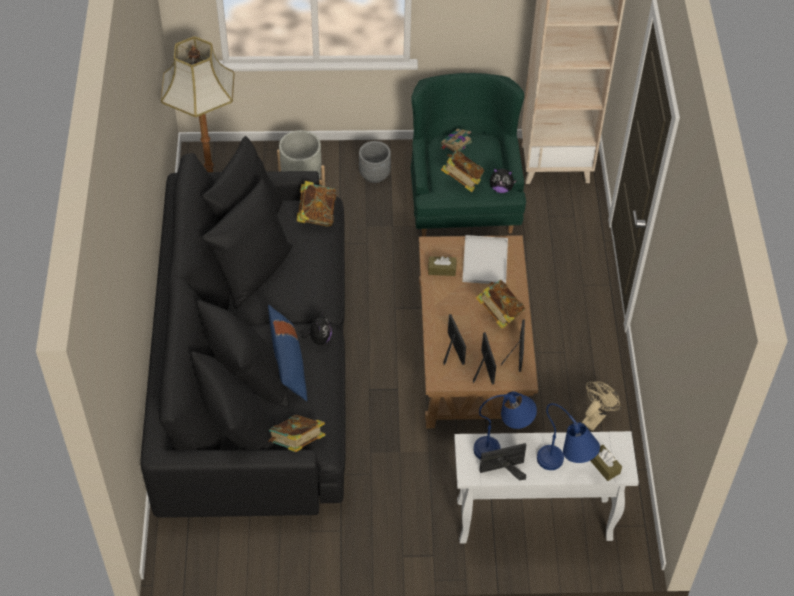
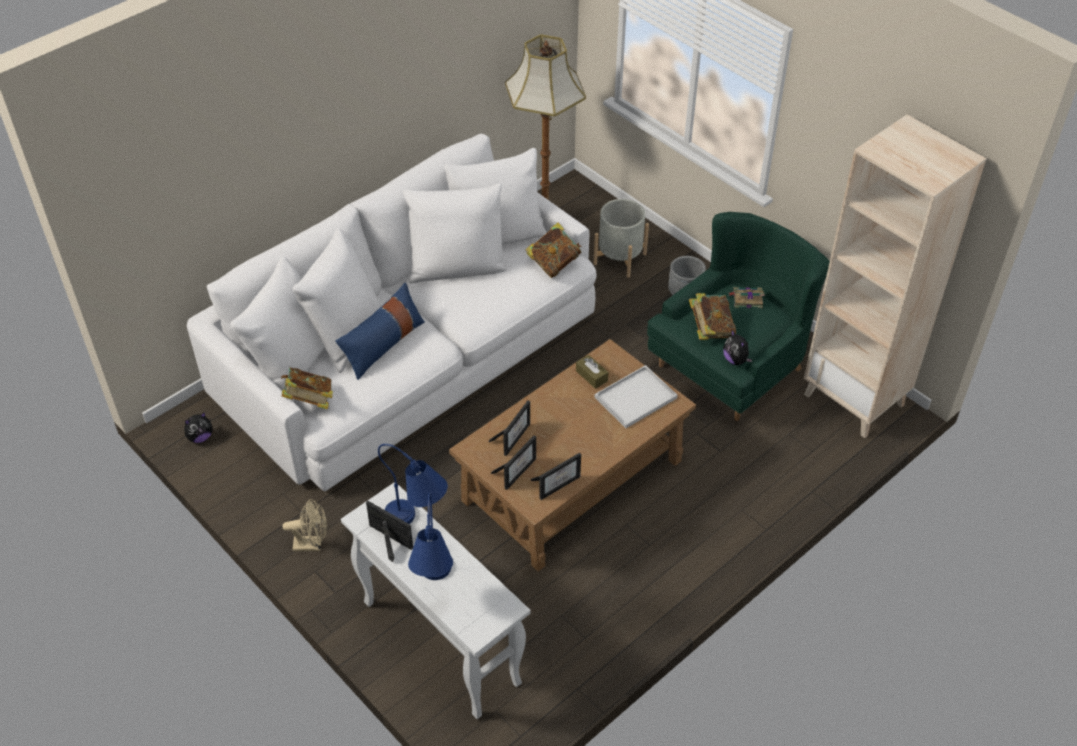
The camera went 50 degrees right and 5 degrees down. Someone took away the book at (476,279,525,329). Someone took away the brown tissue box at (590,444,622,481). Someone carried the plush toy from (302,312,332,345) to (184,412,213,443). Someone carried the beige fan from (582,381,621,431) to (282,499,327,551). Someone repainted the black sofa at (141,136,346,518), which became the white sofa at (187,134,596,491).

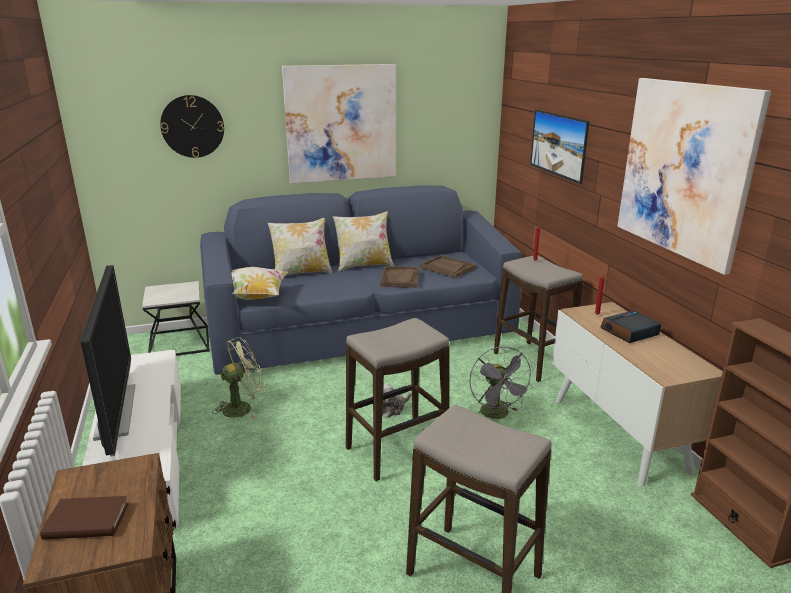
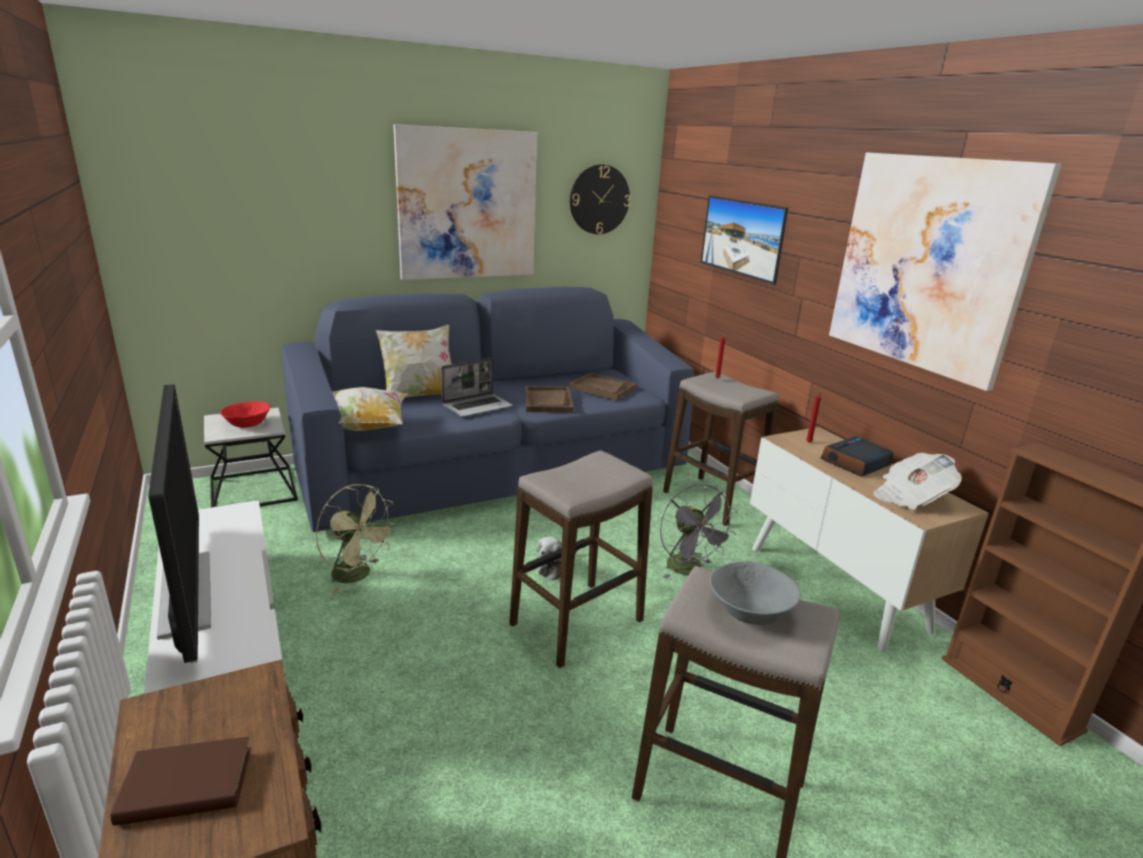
The camera went 10 degrees left and 0 degrees up. Someone took away the pillow at (333,211,393,271). Someone put down the red bowl at (220,401,270,428). Someone put down the laptop at (441,358,513,417). Someone put down the grey bowl at (710,561,801,625). Someone put down the newspaper at (873,453,962,510). Someone carried the wall clock from (160,95,224,158) to (570,164,630,234). Someone rotated the green fan at (212,337,265,419) by 75 degrees clockwise.

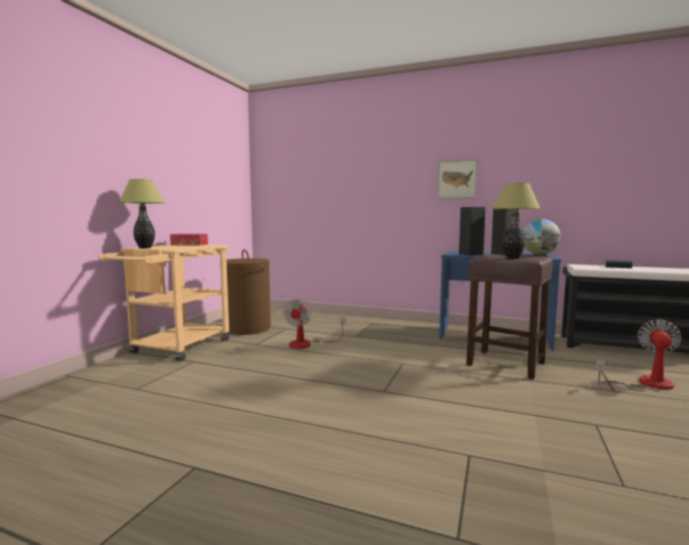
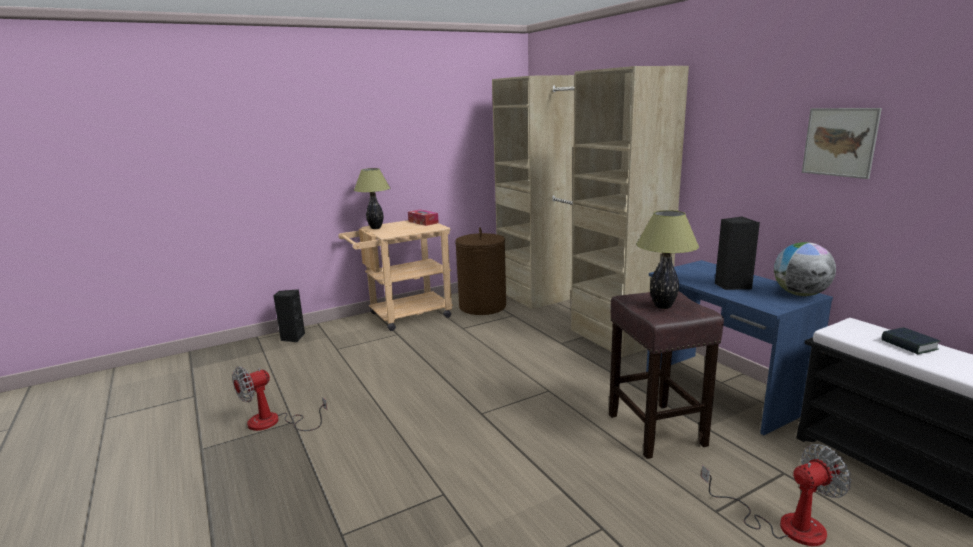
The camera went 40 degrees right and 10 degrees up. Someone put down the beige wardrobe at (492,66,689,357). Someone carried the fan from (283,299,345,349) to (232,366,327,431). Someone carried the picture from (437,159,478,199) to (802,108,882,179). Someone carried the black speaker from (459,207,485,255) to (273,289,305,342).

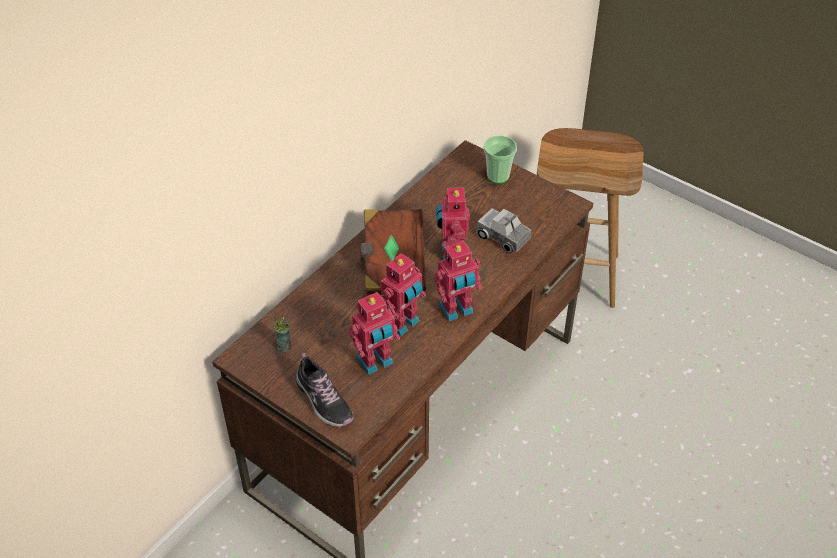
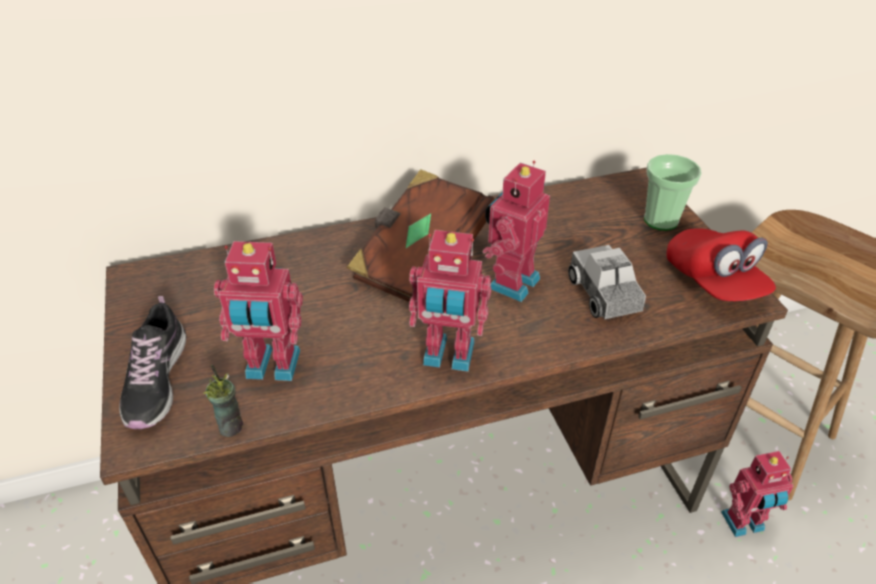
The camera went 35 degrees right and 5 degrees down. Someone put down the red cap at (666,228,776,301). Someone carried the cup from (274,315,291,352) to (203,365,243,437). Someone carried the toy robot from (380,253,426,336) to (721,451,794,537).

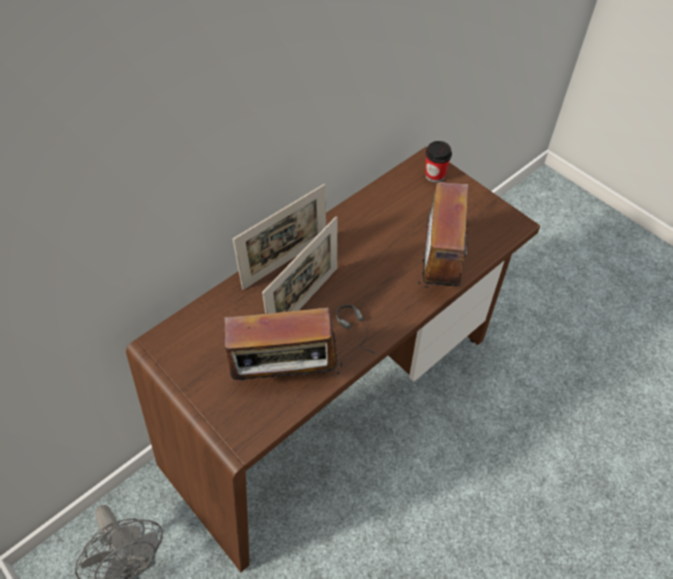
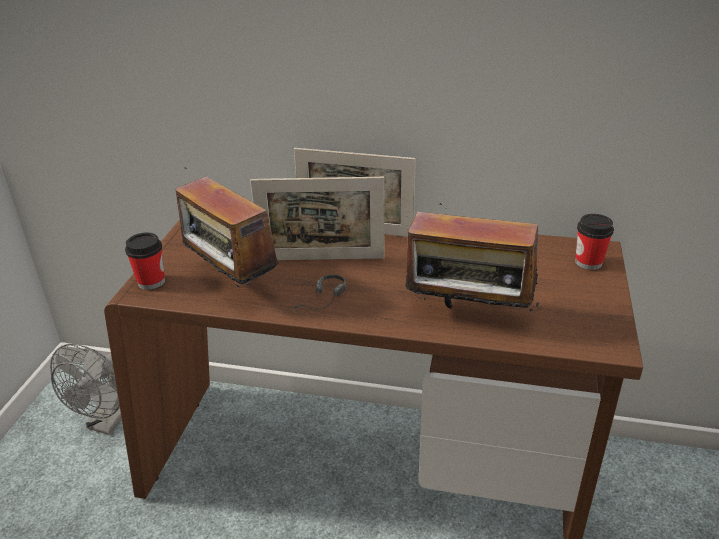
The camera went 55 degrees right and 20 degrees down. Someone put down the cup at (125,233,165,290). Someone rotated the radio at (418,179,478,288) by 135 degrees counterclockwise.

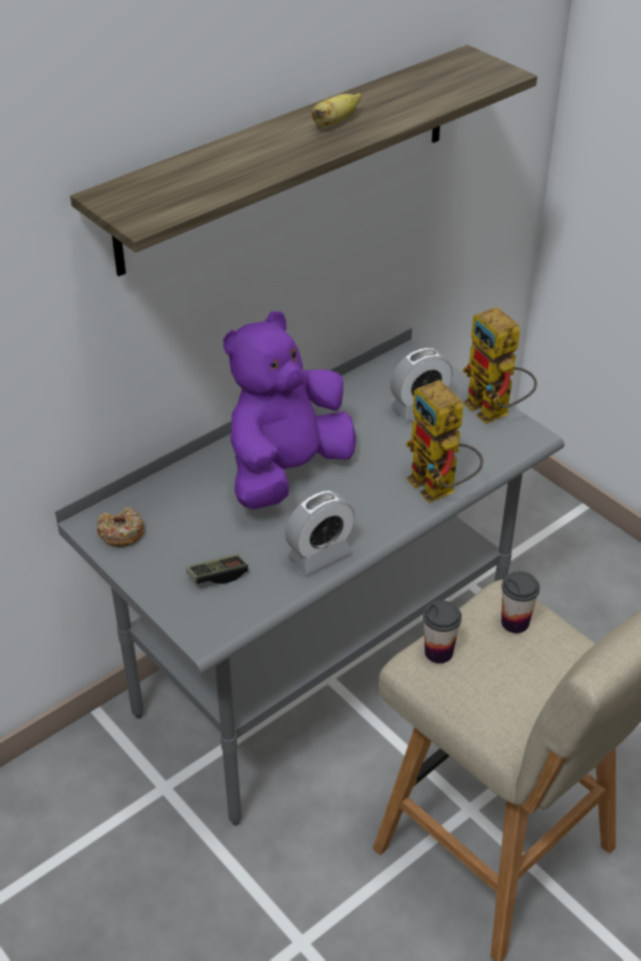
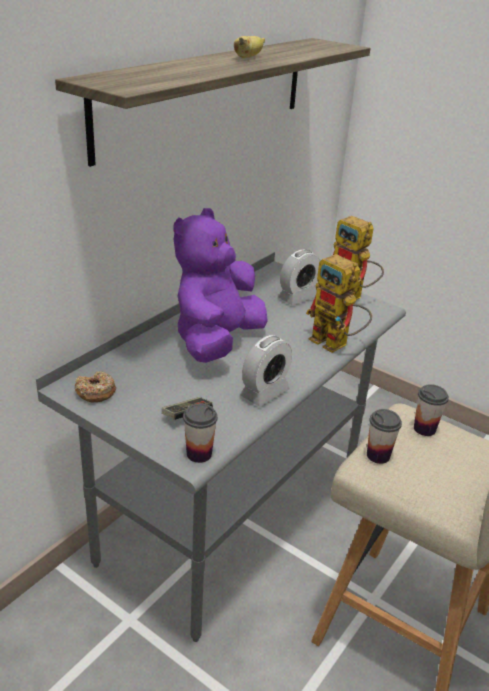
The camera went 15 degrees left and 10 degrees down. Someone put down the cup at (183,404,218,463).

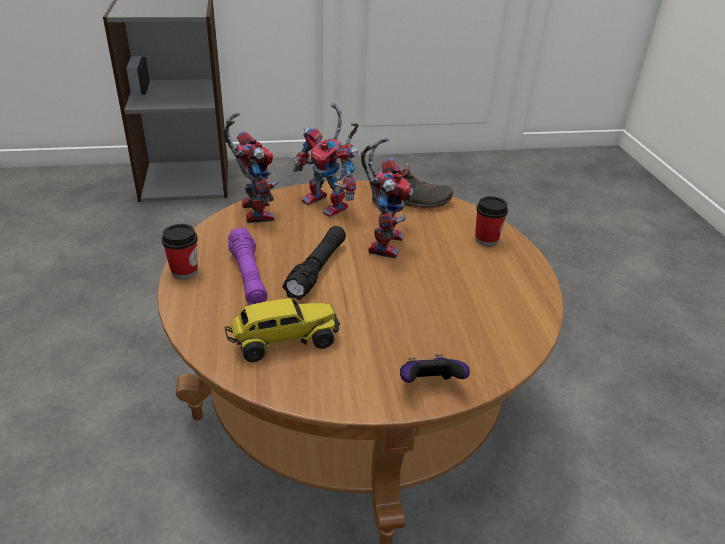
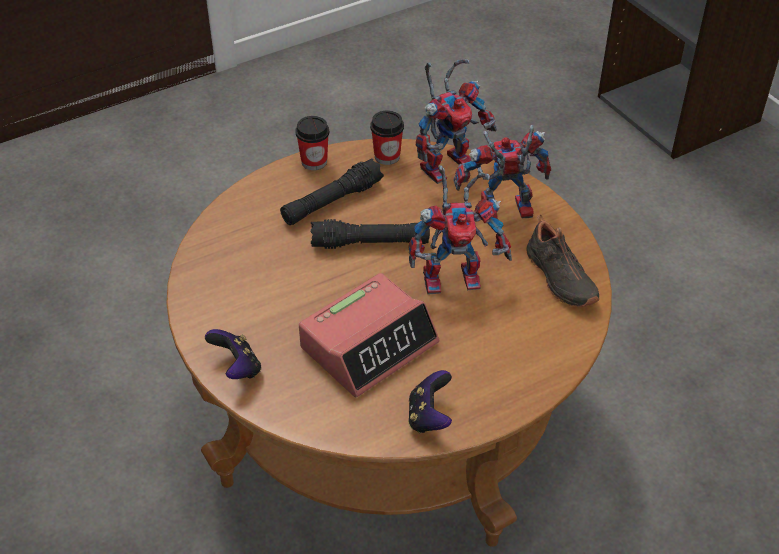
The camera went 70 degrees right and 10 degrees up. Someone took away the toy truck at (225,298,340,362). Someone put down the alarm clock at (299,273,439,397). Someone put down the game controller at (408,370,452,433). Someone carried the cup from (475,196,508,246) to (370,110,404,165). Someone repainted the purple flashlight at (228,227,267,305), which became the black flashlight at (280,158,384,225). Someone rotated the toy robot at (293,103,359,217) by 60 degrees clockwise.

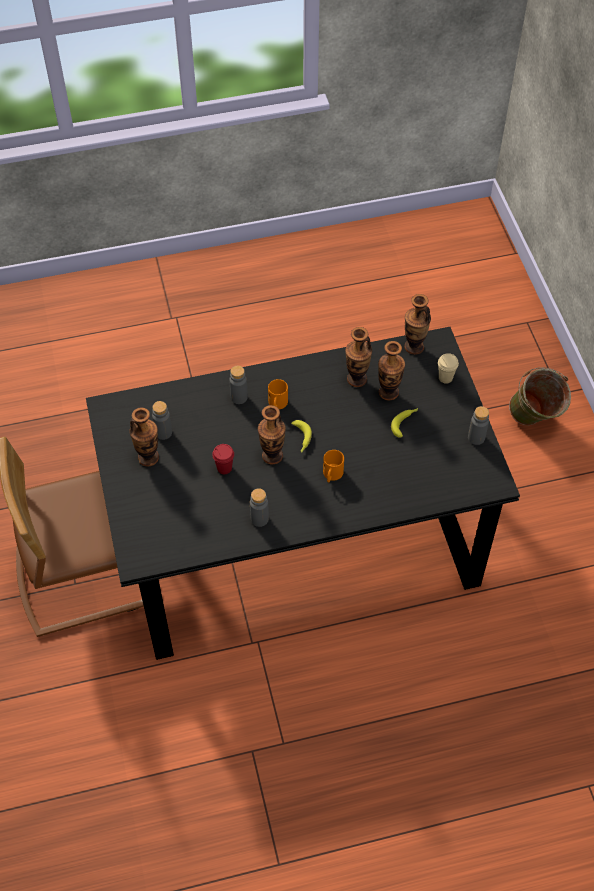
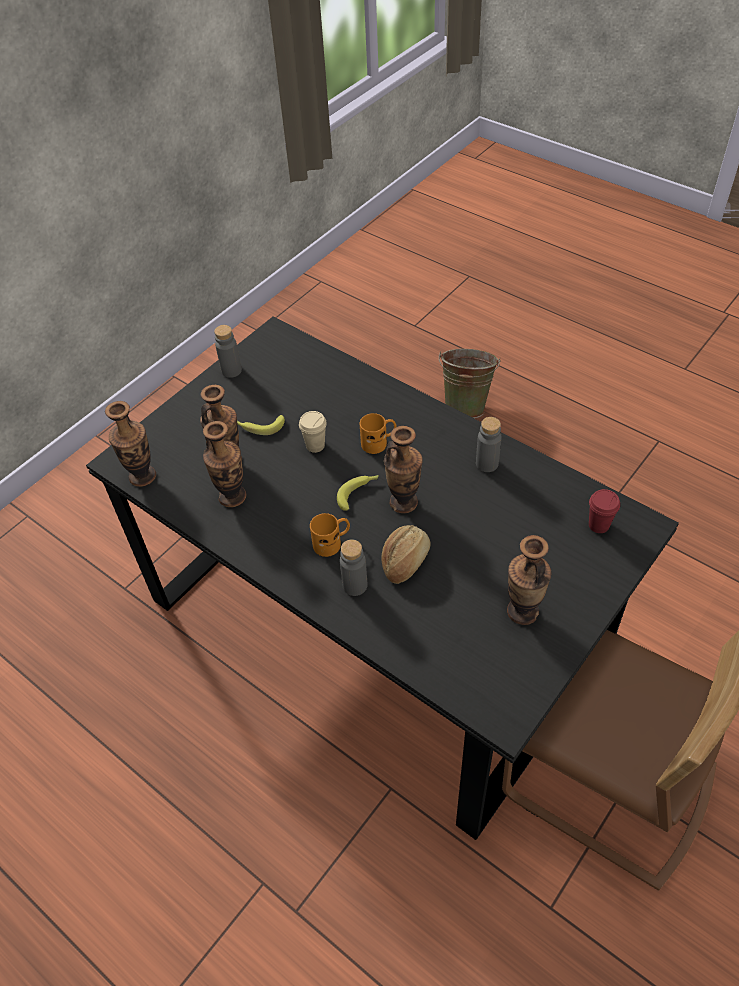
The camera went 125 degrees left and 5 degrees down. Someone took away the grey bottle at (152,401,172,440). Someone put down the bread at (381,525,430,584). Someone carried the red cup from (212,444,234,474) to (589,489,620,533). Someone carried the beige cup from (438,353,459,384) to (299,411,327,453). Someone carried the green bucket from (509,367,571,425) to (439,349,500,418).

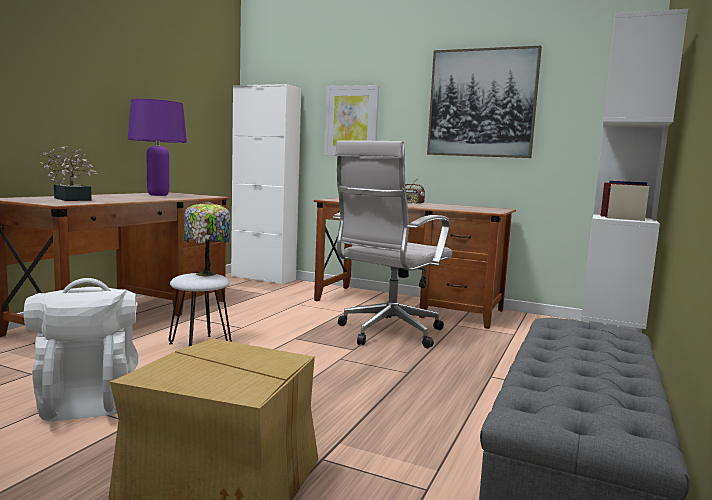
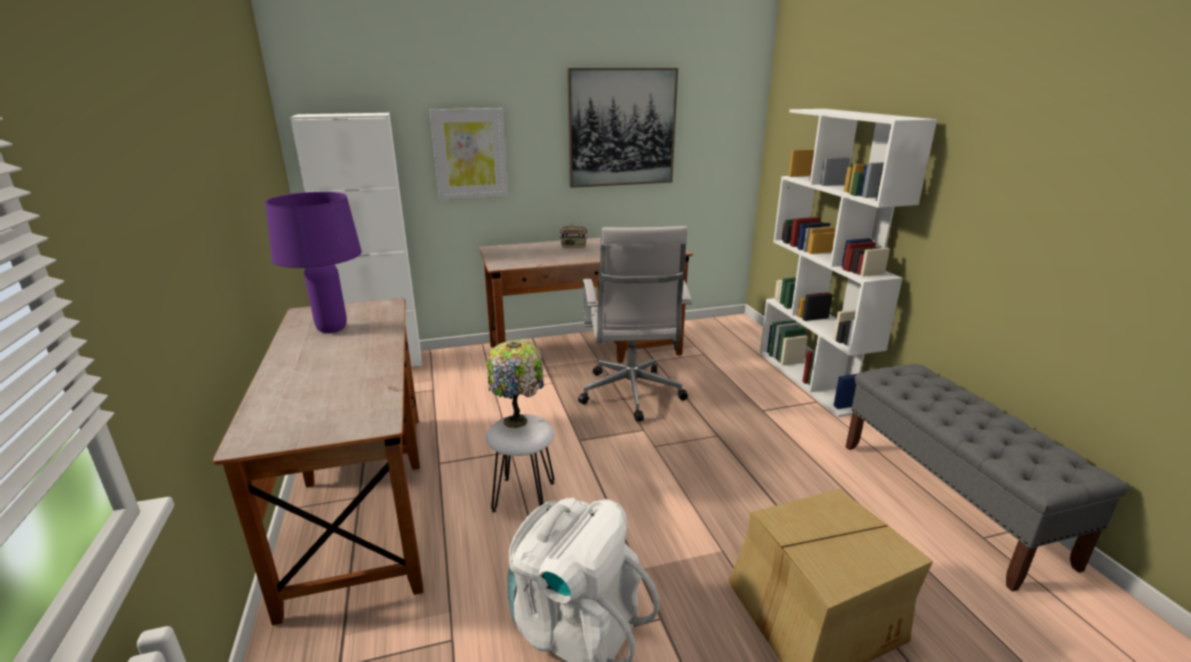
The camera went 40 degrees left and 15 degrees up. Someone took away the potted plant at (40,146,98,201).

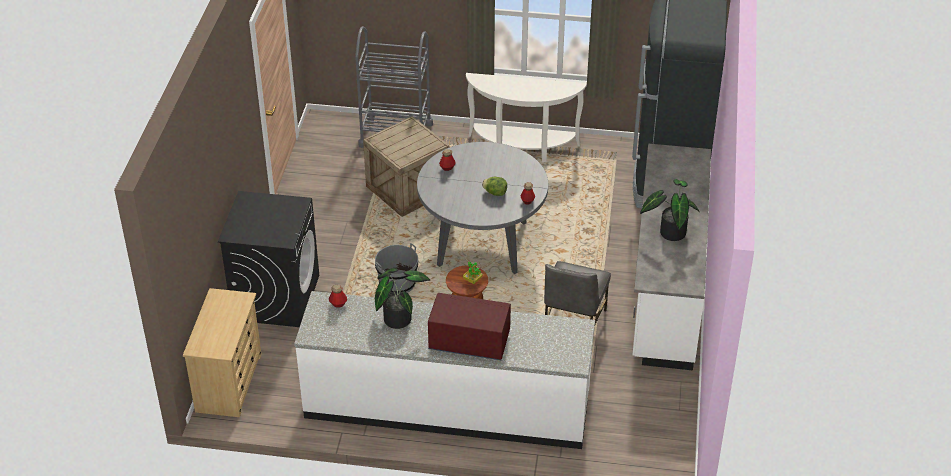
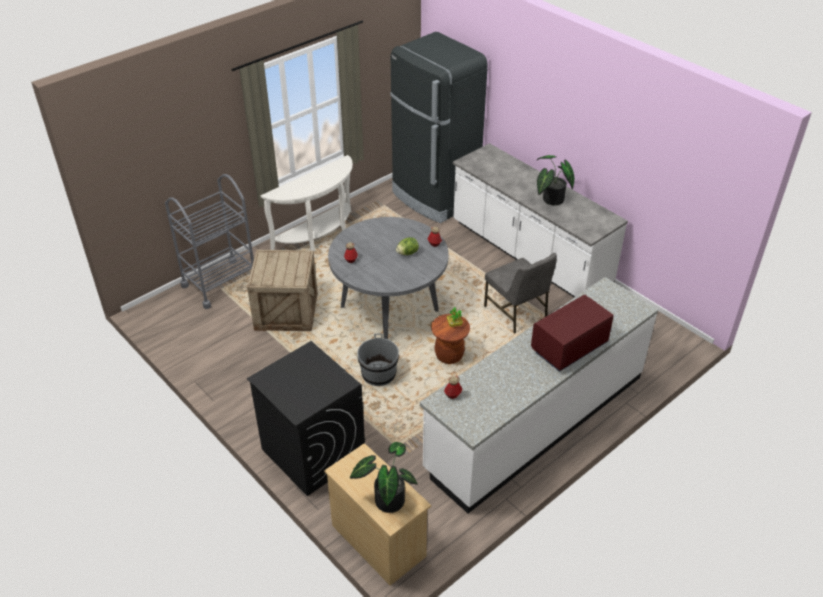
The camera went 50 degrees left and 0 degrees up. Someone carried the potted plant from (375,268,430,329) to (350,442,418,513).

